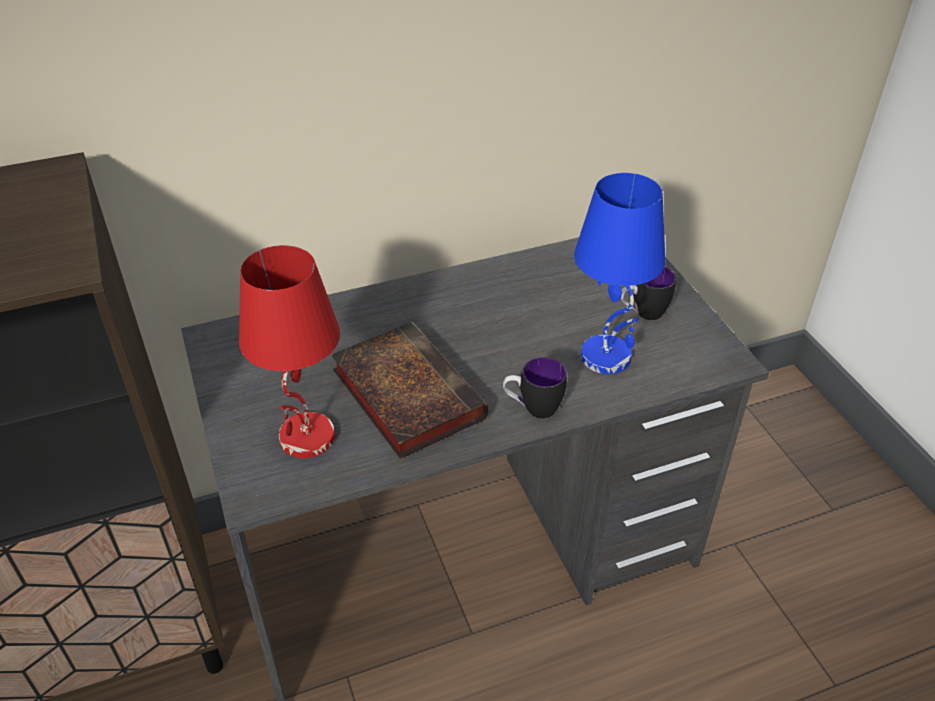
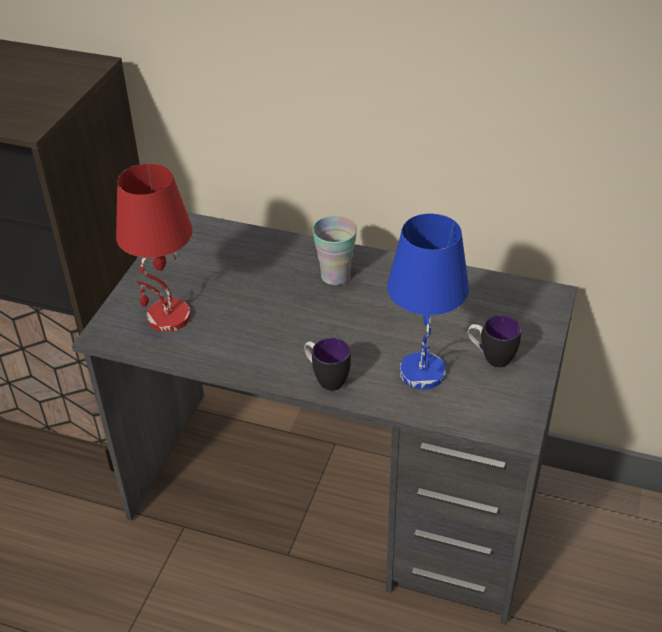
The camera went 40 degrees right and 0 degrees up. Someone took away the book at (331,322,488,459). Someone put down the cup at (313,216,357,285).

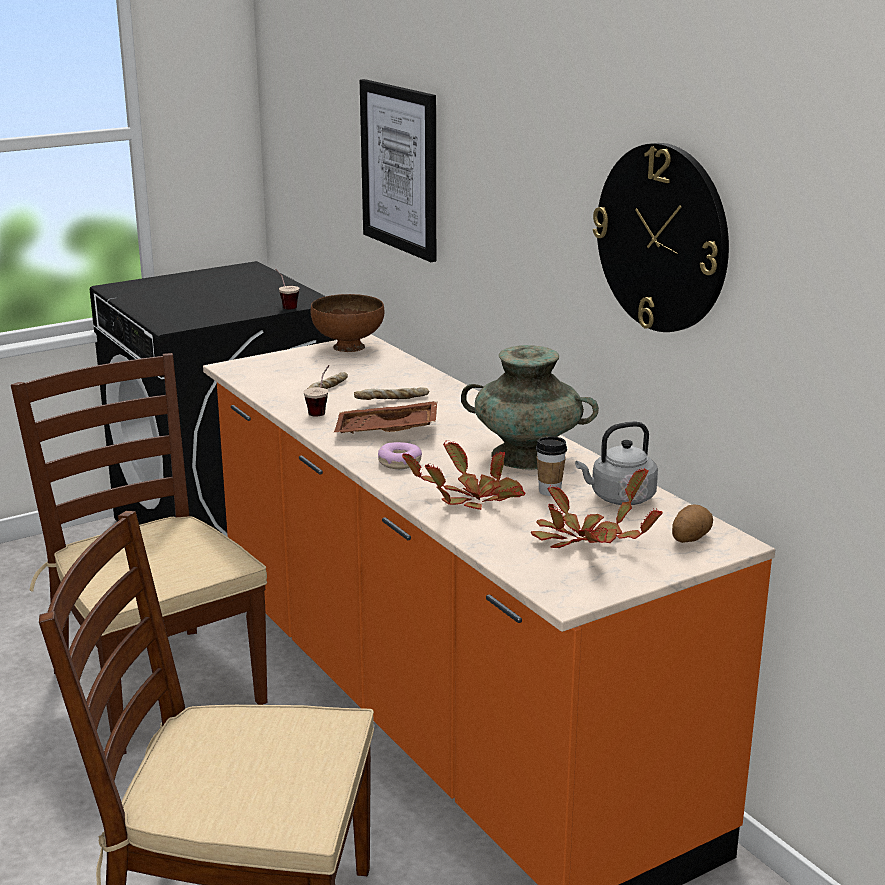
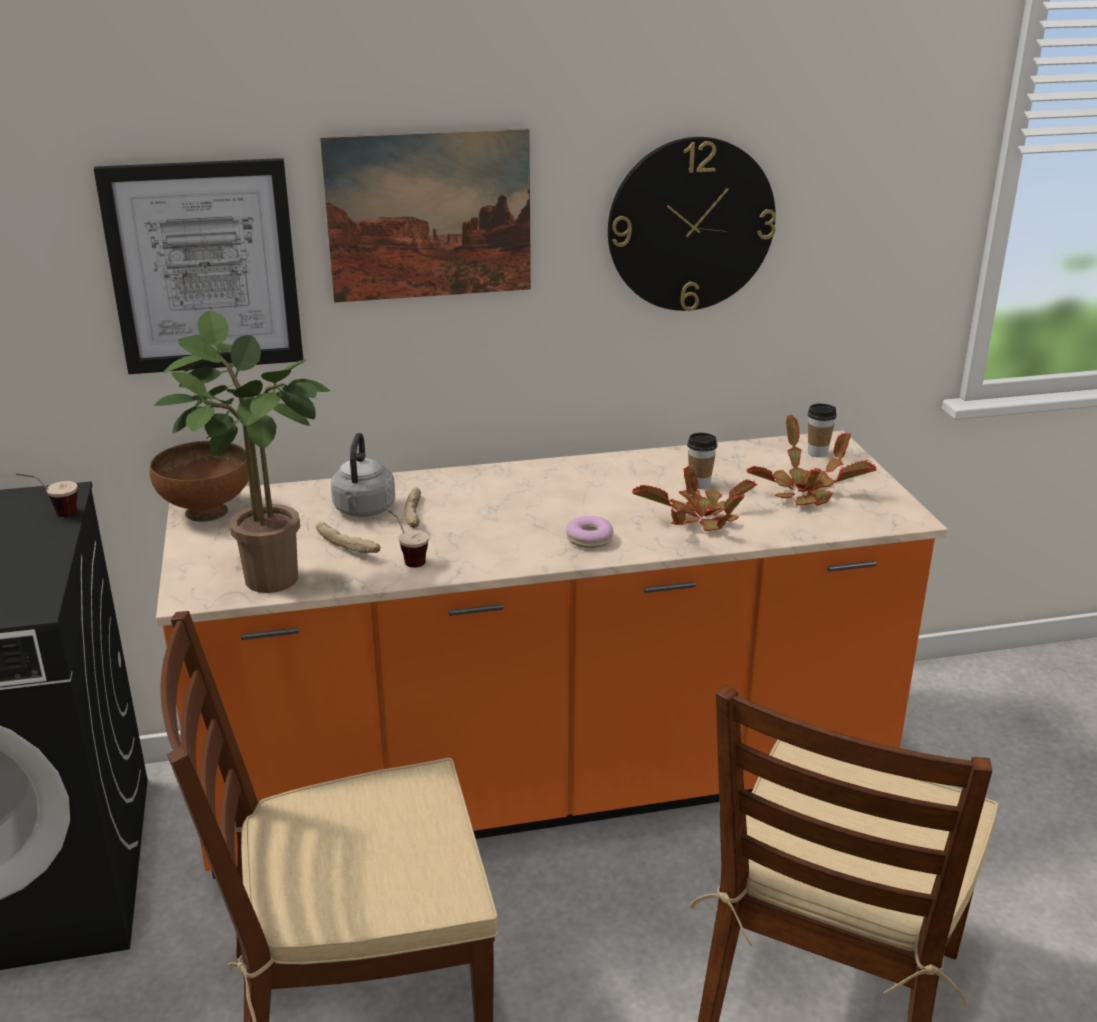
The camera went 70 degrees left and 5 degrees up. Someone took away the brown tray at (334,401,437,434). Someone took away the turquoise vase at (461,345,599,470). Someone put down the potted plant at (154,310,330,593). Someone put up the picture at (320,128,531,303). Someone carried the grey kettle from (575,422,658,505) to (331,433,395,517). Someone swapped the potato at (672,504,713,543) for the cup at (808,404,837,457).

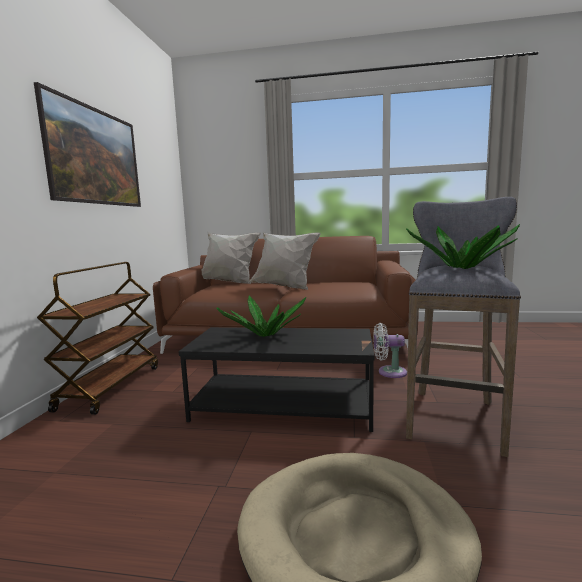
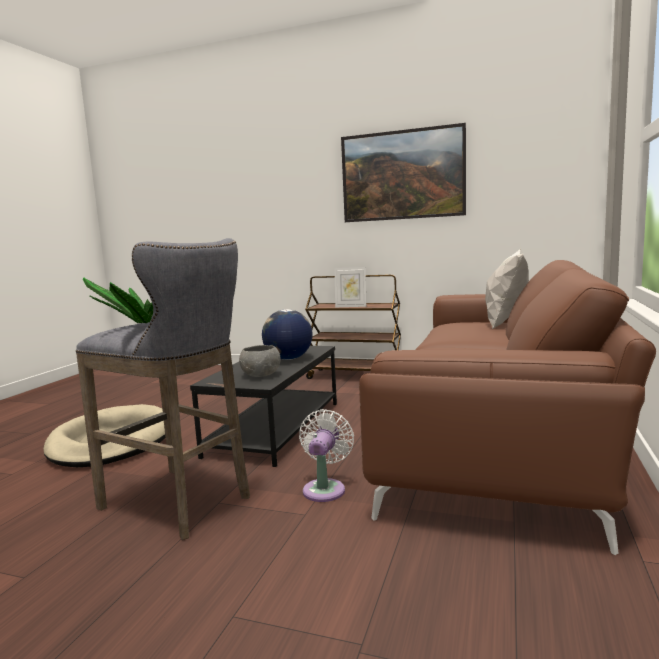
The camera went 100 degrees right and 0 degrees up. Someone took away the white pillow at (248,232,321,290). Someone put down the grey bowl at (239,345,281,377). Someone put down the picture frame at (335,267,366,307). Someone swapped the potted plant at (216,295,306,337) for the globe at (262,309,313,360).

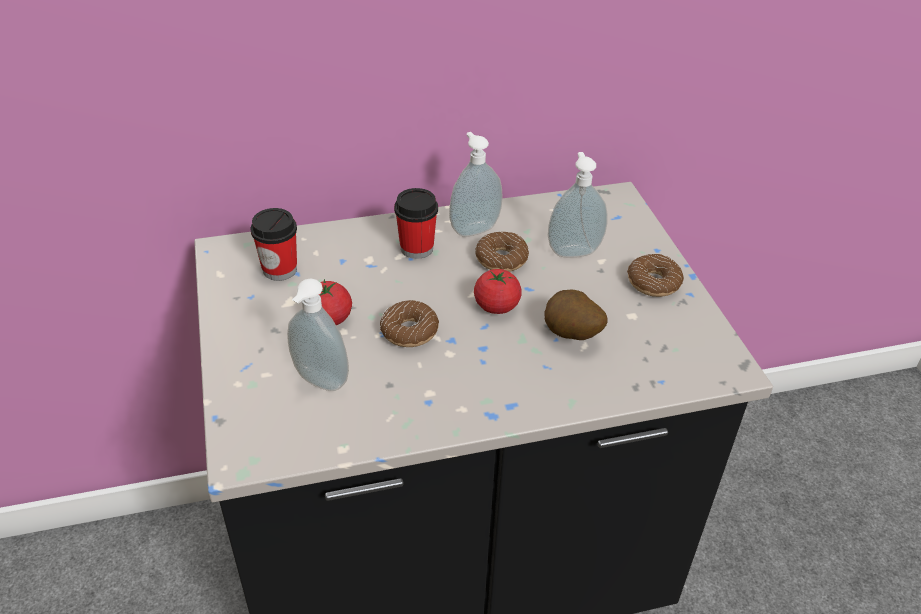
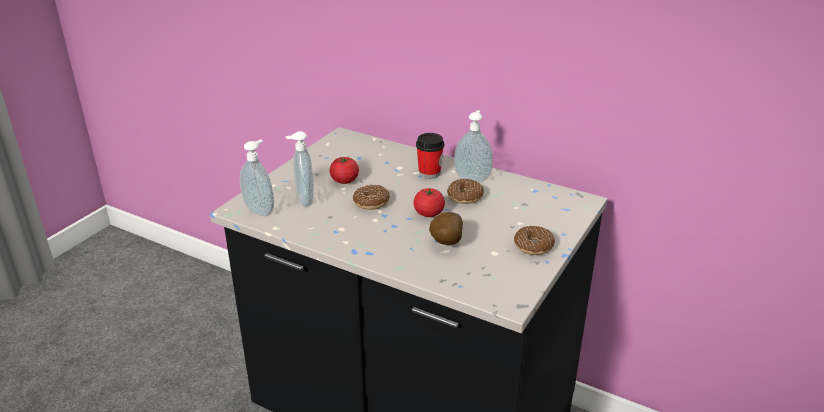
The camera went 45 degrees right and 10 degrees down. Someone took away the cup at (250,208,297,281). Someone carried the soap dispenser from (548,152,608,257) to (240,139,274,216).

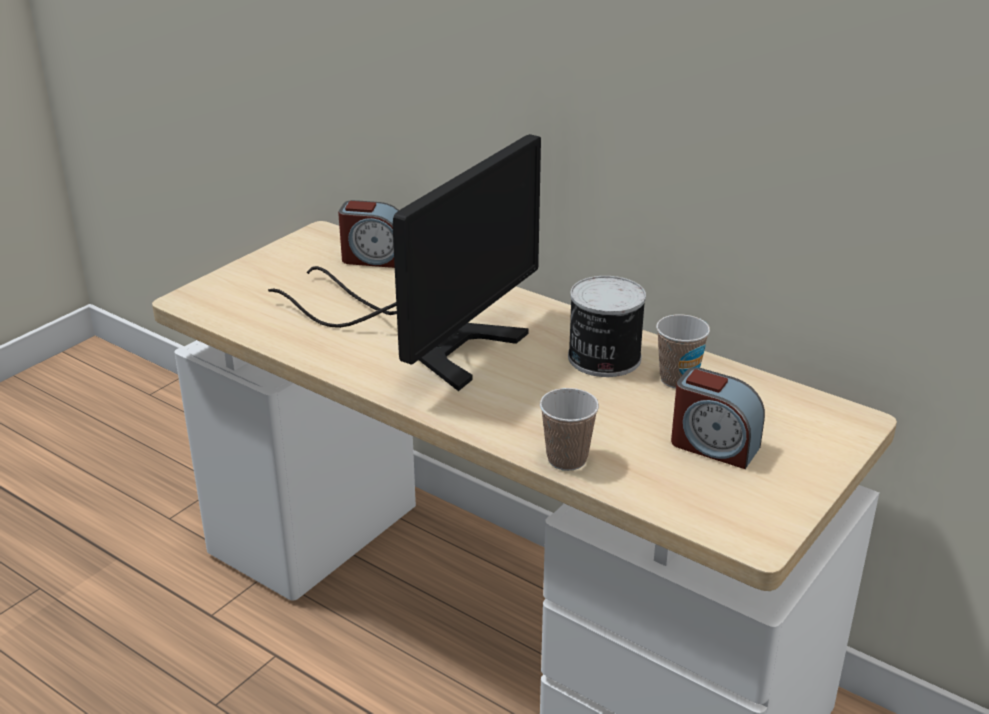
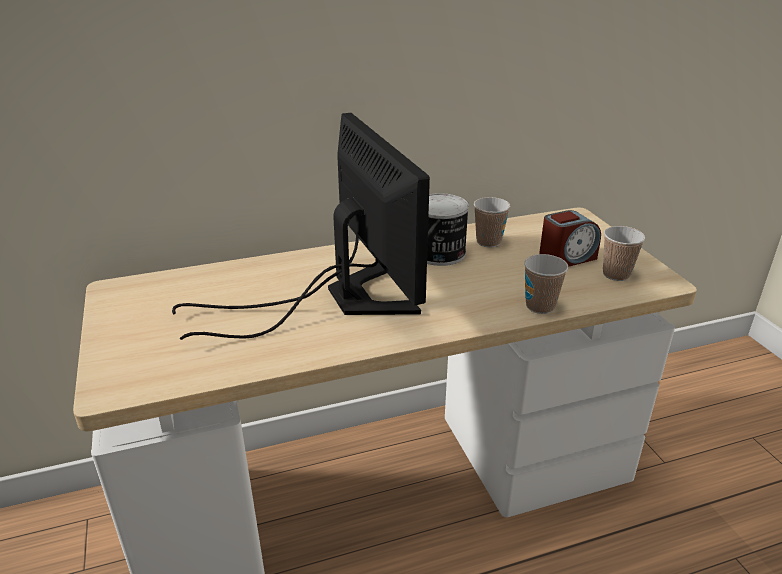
The camera went 55 degrees left and 0 degrees up. Someone took away the alarm clock at (338,200,399,268). Someone put down the cup at (603,226,646,281).

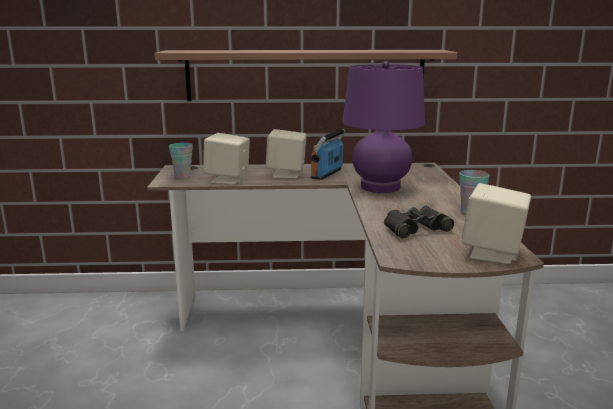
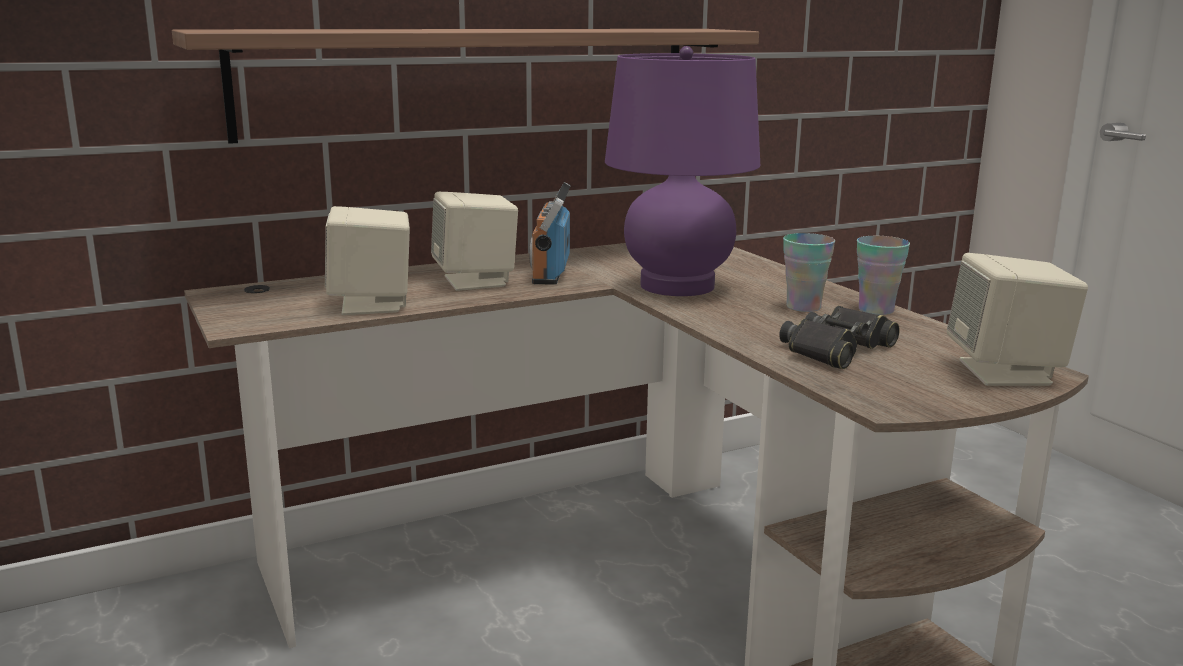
The camera went 25 degrees left and 0 degrees up. Someone carried the cup from (169,143,193,179) to (783,233,835,312).

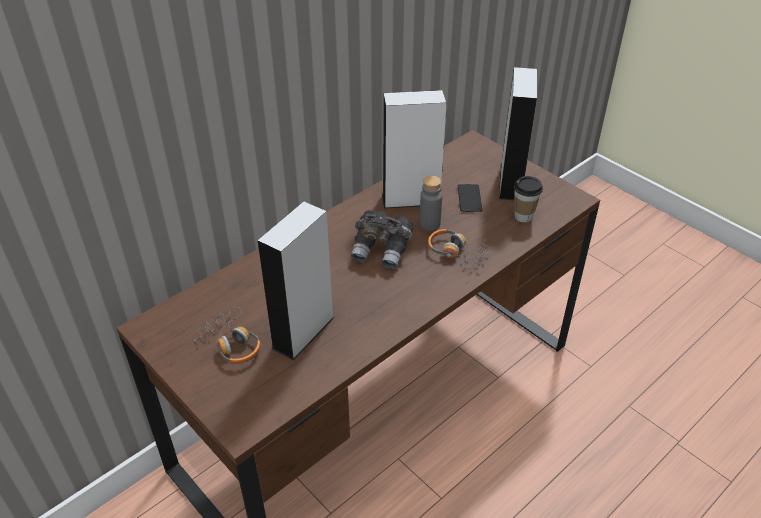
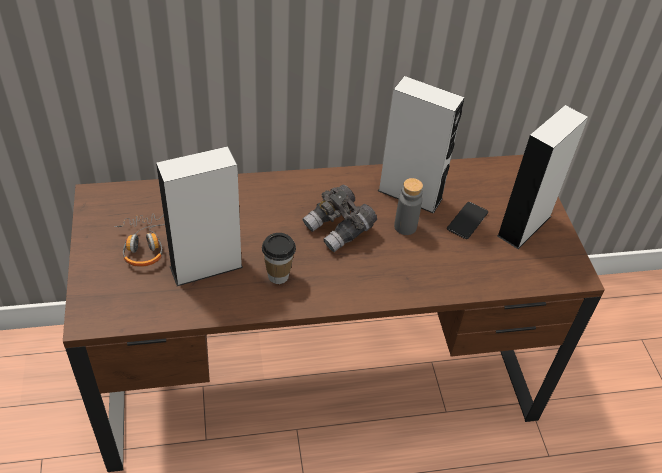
The camera went 30 degrees right and 5 degrees up. Someone took away the headphones at (428,229,490,272). Someone carried the cup from (514,176,543,222) to (262,233,296,284).

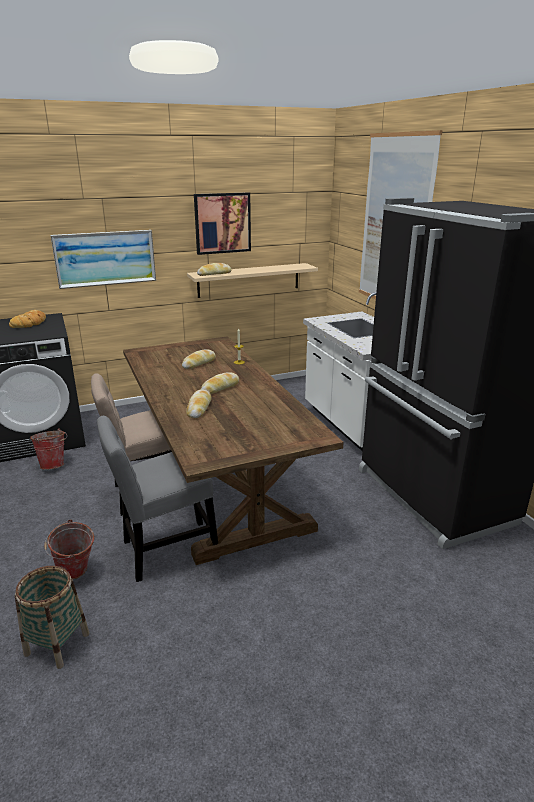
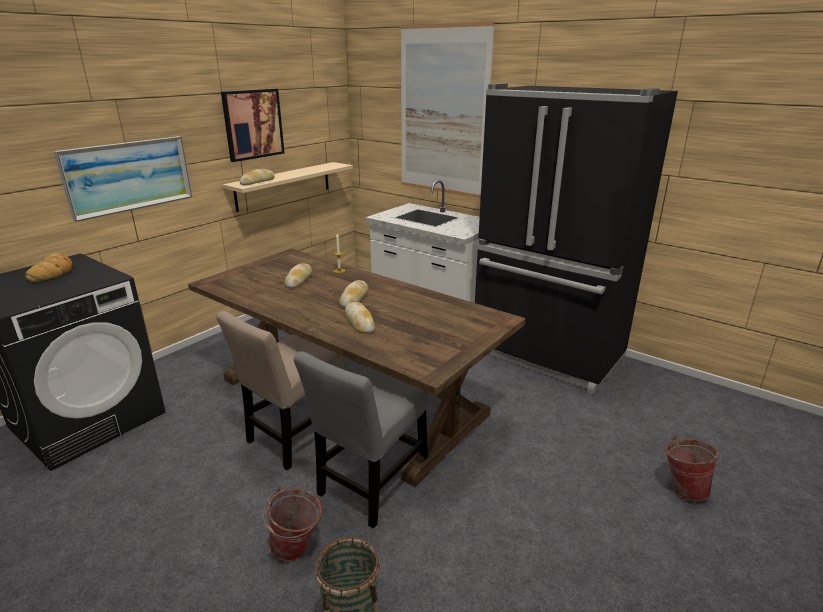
The camera went 30 degrees left and 0 degrees up. Someone carried the bucket from (30,428,67,470) to (665,436,722,501).

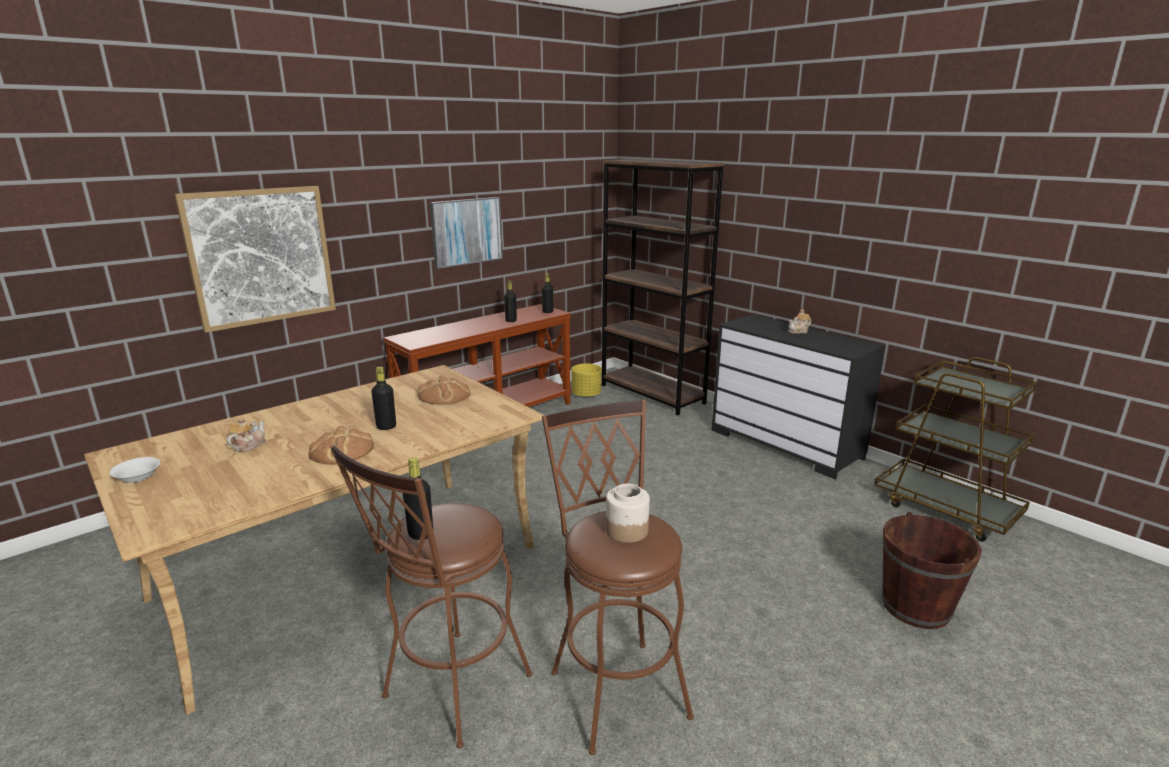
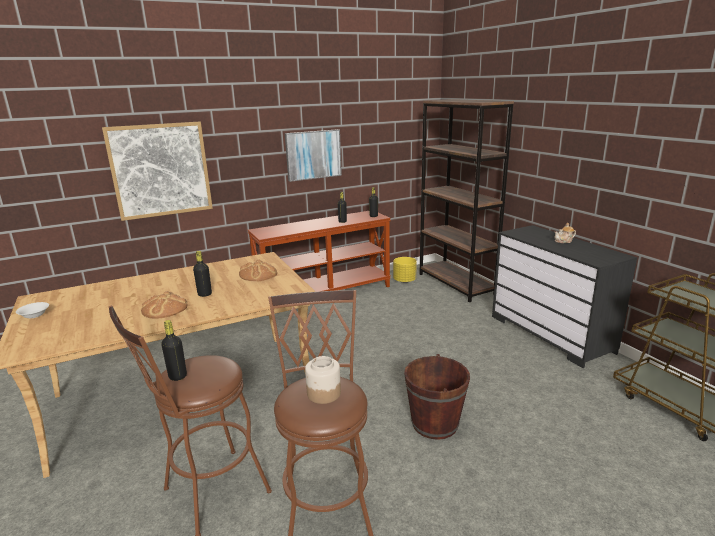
The camera went 15 degrees right and 0 degrees up. Someone took away the teapot at (227,418,266,452). Someone carried the brown bucket from (882,512,982,629) to (404,354,470,440).

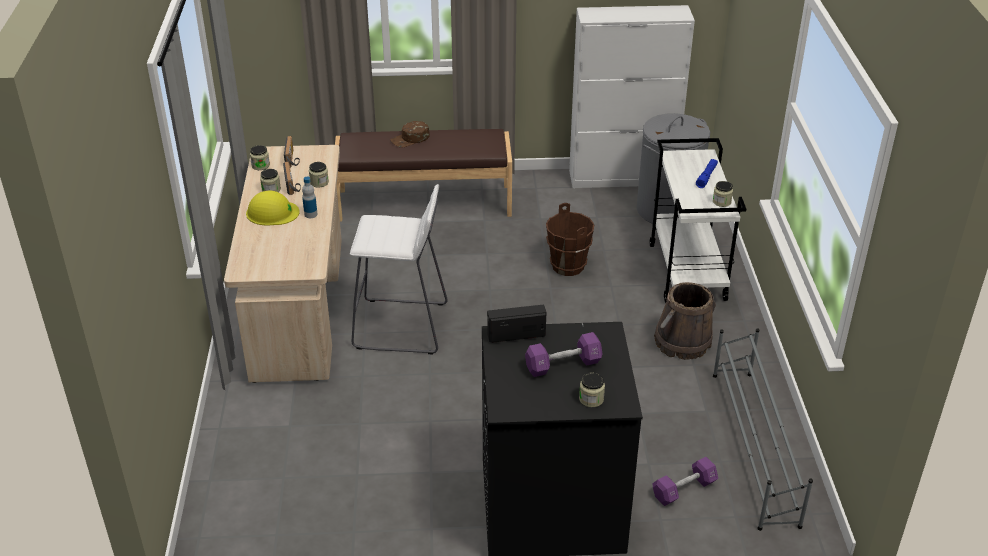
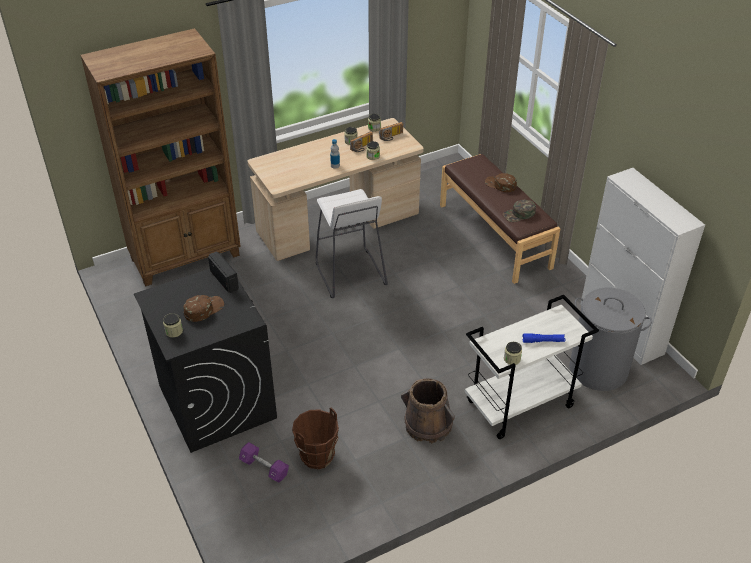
The camera went 65 degrees right and 5 degrees up. Someone took away the yellow hard hat at (246,191,300,225). Someone took away the grey shoe rack at (713,328,813,531). Someone put down the brown bookcase at (80,28,241,286). Someone put down the green cap at (503,199,536,222). Someone carried the brown bucket from (546,203,594,276) to (292,407,339,469). Someone swapped the purple dumbbell at (525,332,602,377) for the brown cap at (184,295,224,322).

